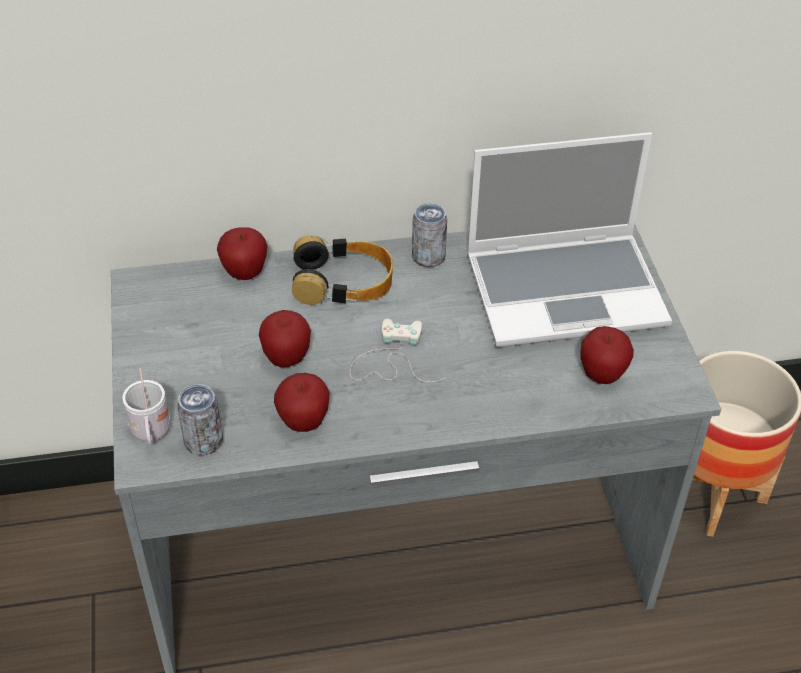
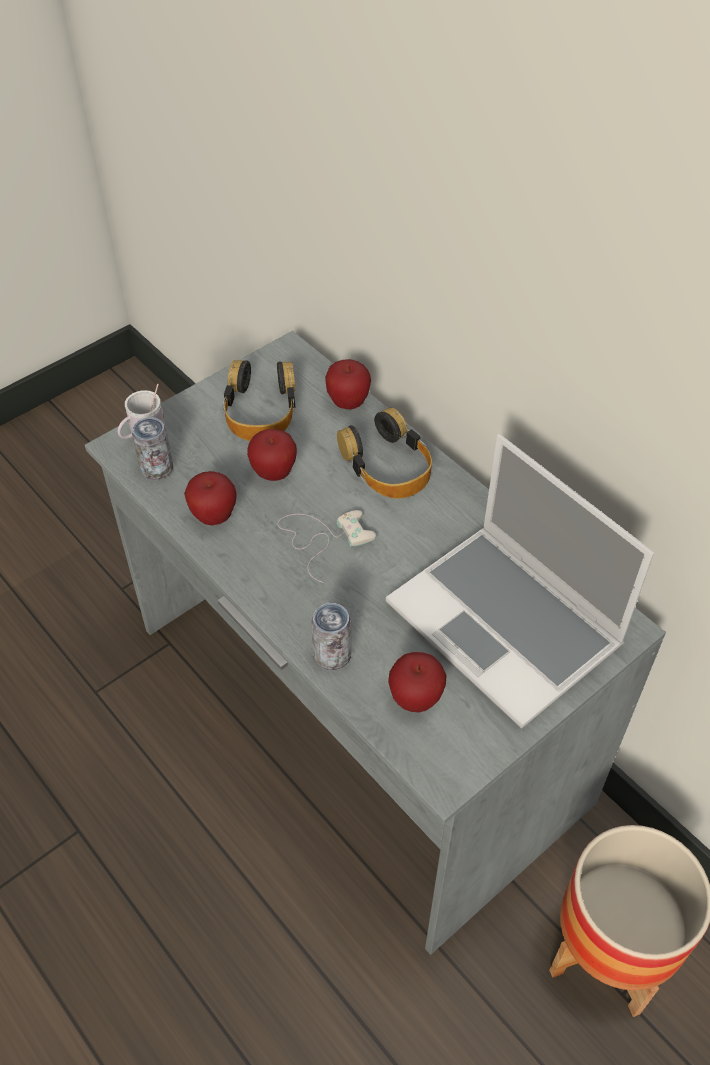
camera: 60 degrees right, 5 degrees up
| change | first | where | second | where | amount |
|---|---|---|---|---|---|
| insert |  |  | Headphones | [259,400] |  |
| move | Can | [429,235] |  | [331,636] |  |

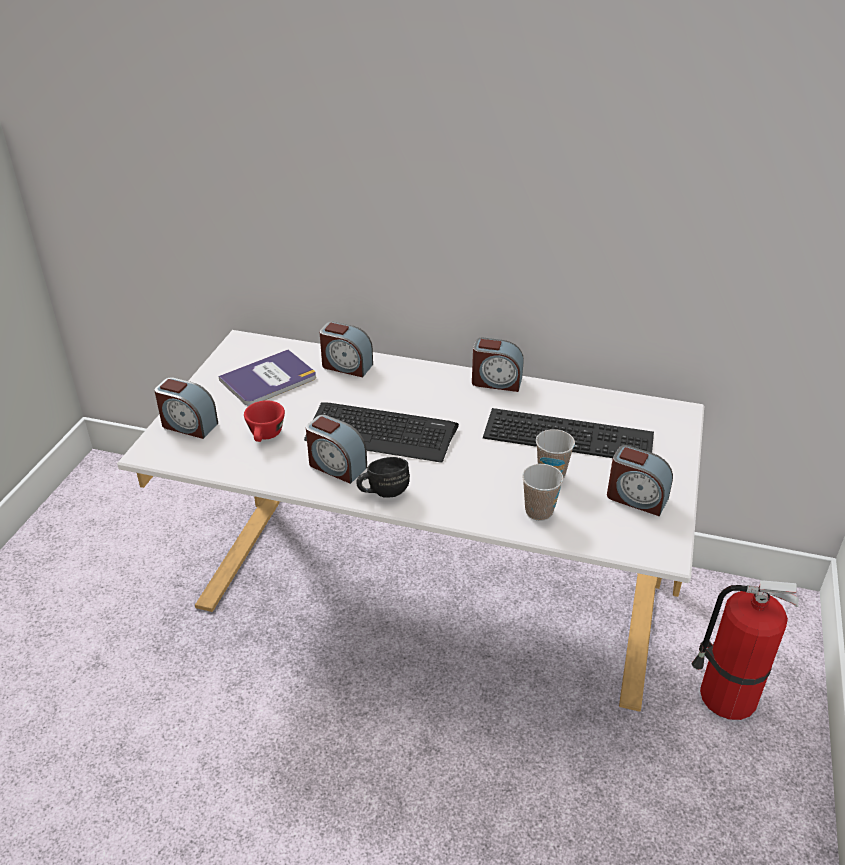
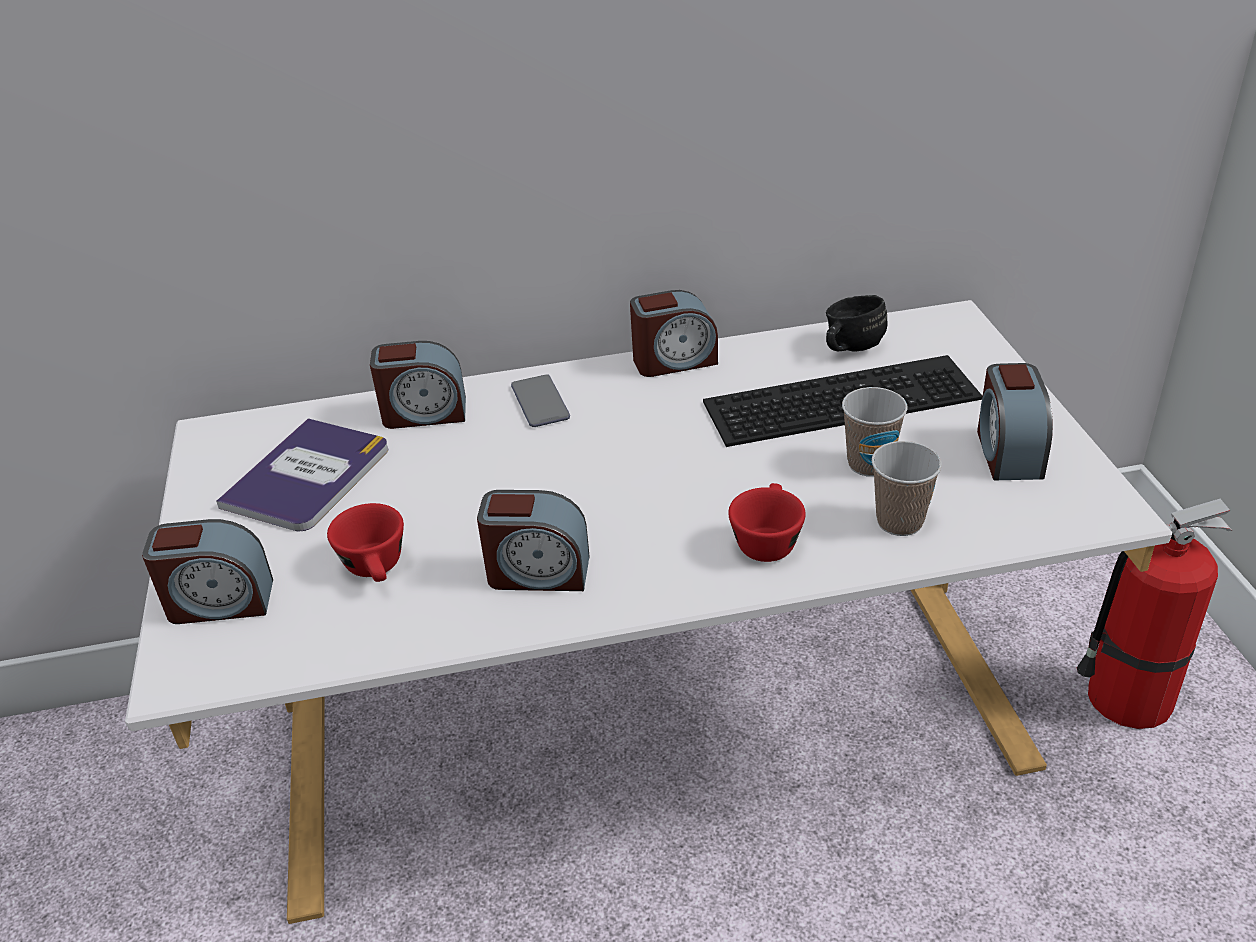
camera: 25 degrees left, 0 degrees up
| change | first | where | second | where | amount |
|---|---|---|---|---|---|
| delete | Keyboard | [381,432] |  |  |  |
| insert |  |  | Phone | [540,400] |  |
| insert |  |  | RedCup | [767,522] |  |
| move | BlackMug | [383,477] |  | [857,323] |  |
| rotate | AlarmClock | [640,480] |  | [1015,421] | 90 degrees clockwise |

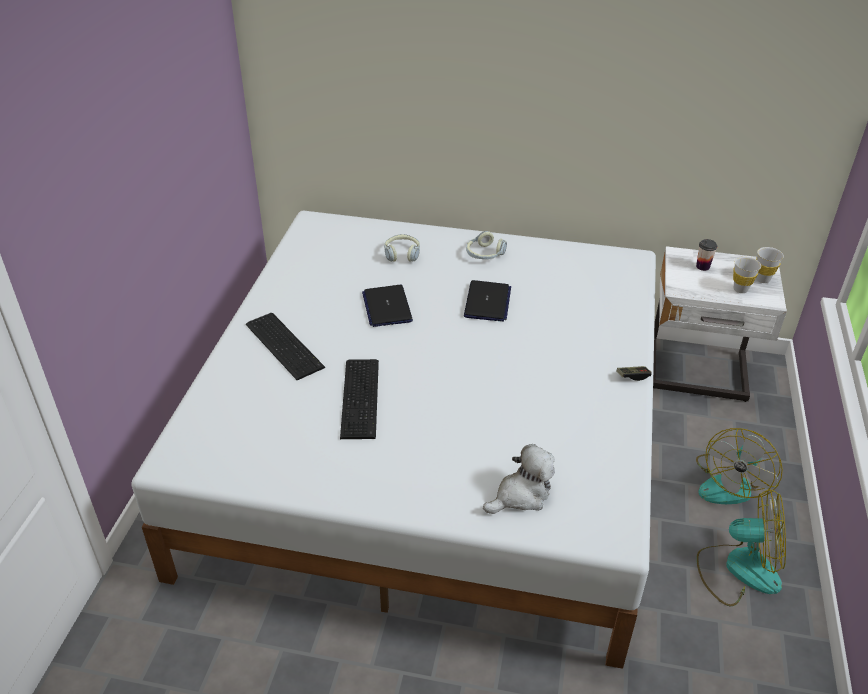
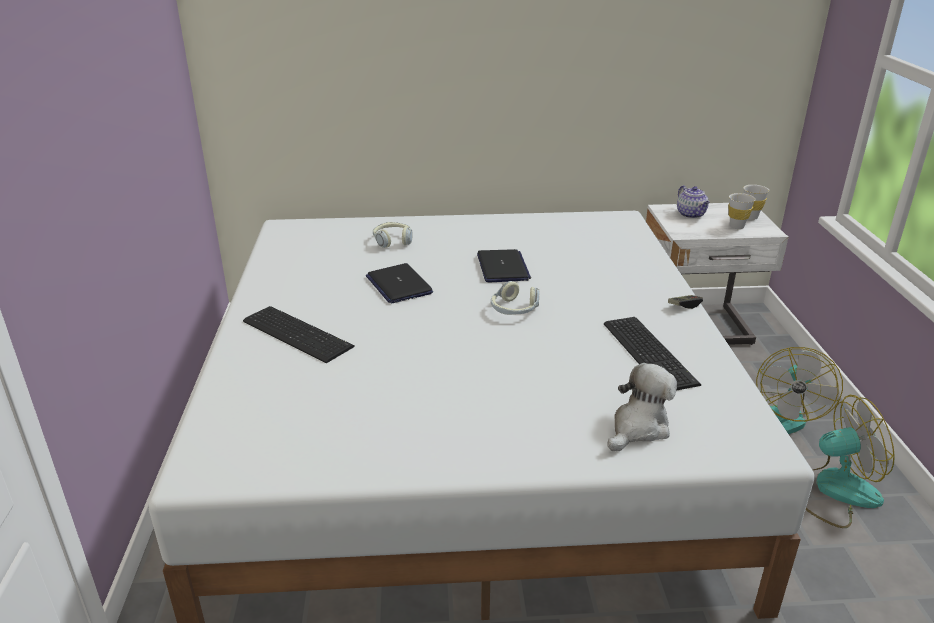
camera: 15 degrees left, 10 degrees down
| change | first | where | second | where | amount |
|---|---|---|---|---|---|
| move | Keyboard | [359,399] |  | [652,354] |  |
| move | Headphones | [486,245] |  | [515,298] |  |
| replace | Cup | [707,255] | Teapot | [693,201] |  |

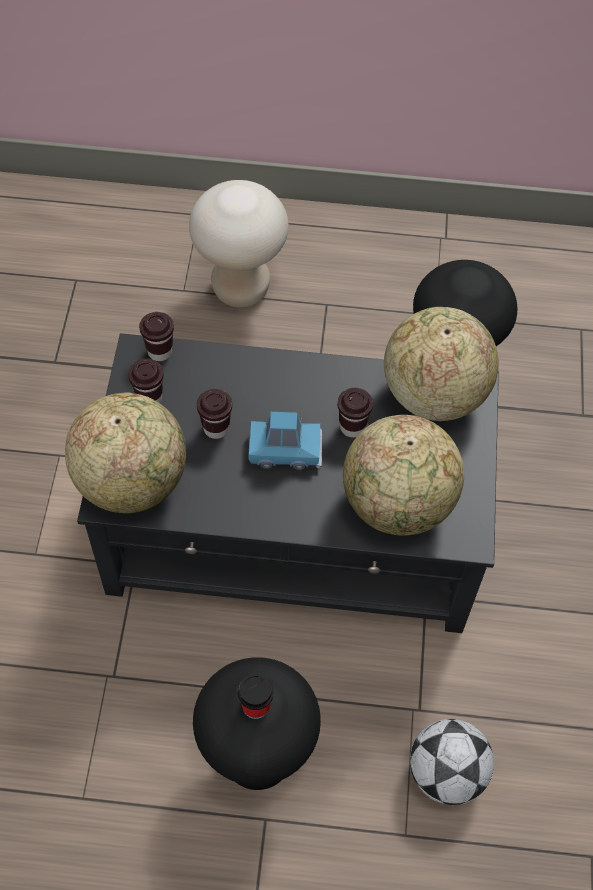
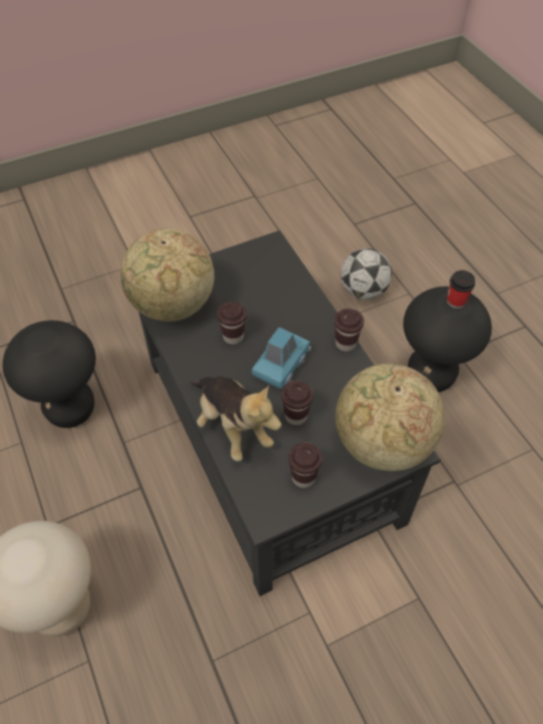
camera: 120 degrees left, 5 degrees down
| change | first | where | second | where | amount |
|---|---|---|---|---|---|
| delete | Globe | [403,475] |  |  |  |
| insert |  |  | PlushToy | [236,419] |  |
| move | BrownCup | [156,336] |  | [349,330] |  |
| rotate | BlueToyCar | [285,441] |  | [281,358] | 60 degrees clockwise |

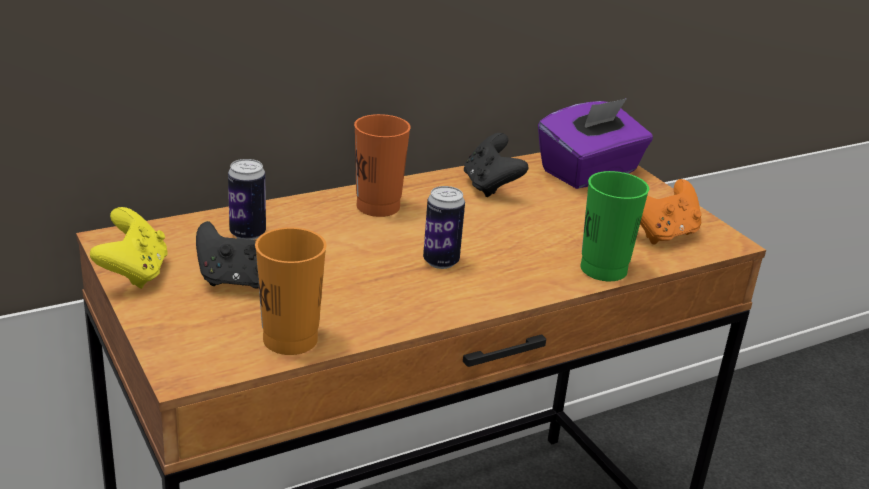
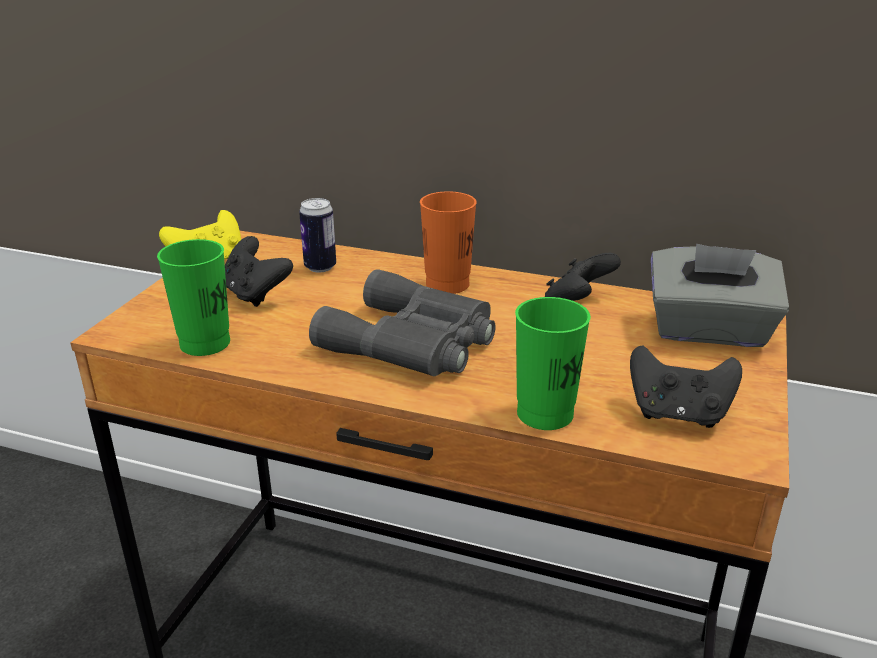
camera: 50 degrees right, 0 degrees up
| change | first | where | second | where | amount |
|---|---|---|---|---|---|
| replace | Can | [444,227] | GreyBinoculars | [402,322] |  |
| recolor | OrangeCup | [291,291] | GreenCup | [193,297] |  |
| recolor | PurpleTissueBox | [595,143] | GreyTissueBox | [720,295] |  |
| recolor | OrangeGameController | [670,211] | BlackGameController | [686,386] |  |

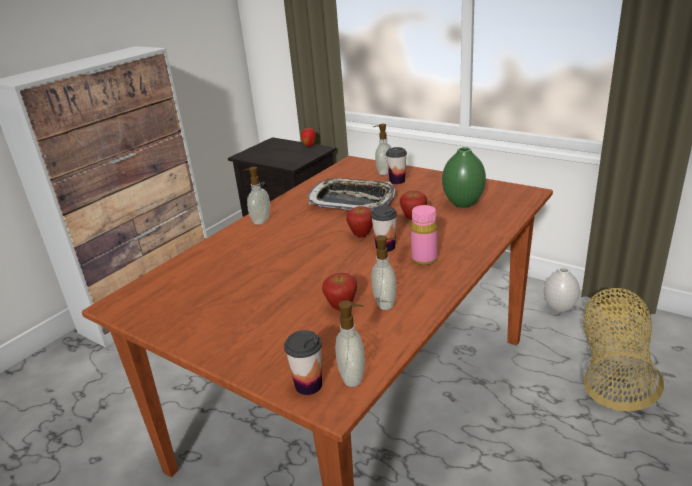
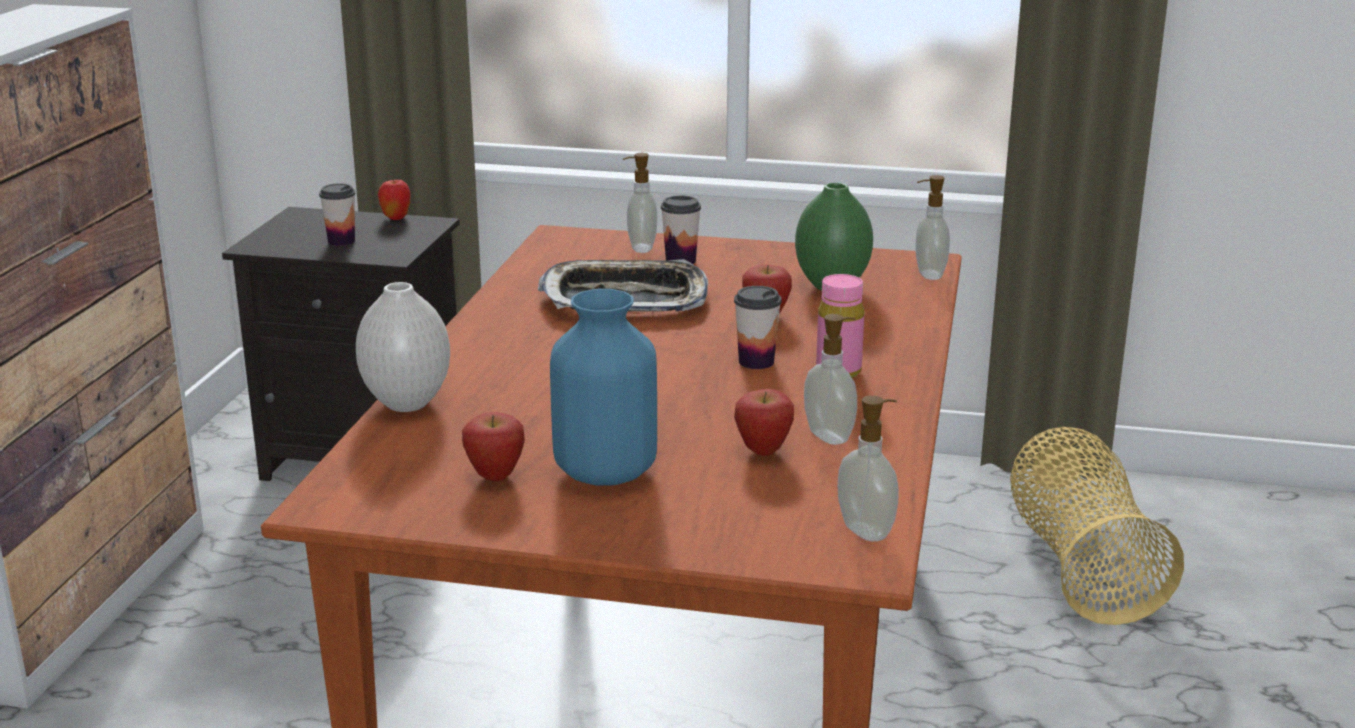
camera: 25 degrees left, 5 degrees down
| change | first | where | second | where | amount |
|---|---|---|---|---|---|
| insert |  |  | BlueVase | [603,387] |  |
| move | SoapDispenser | [256,196] |  | [933,227] |  |
| move | Cup | [303,362] |  | [337,214] |  |
| move | Apple | [359,221] |  | [493,446] |  |
| move | WhiteVase | [562,290] |  | [403,347] |  |

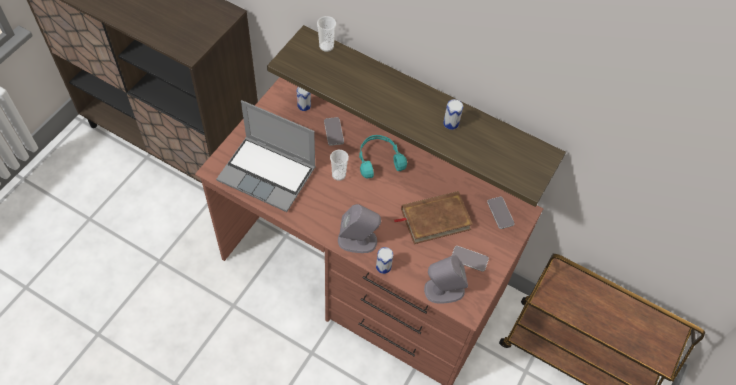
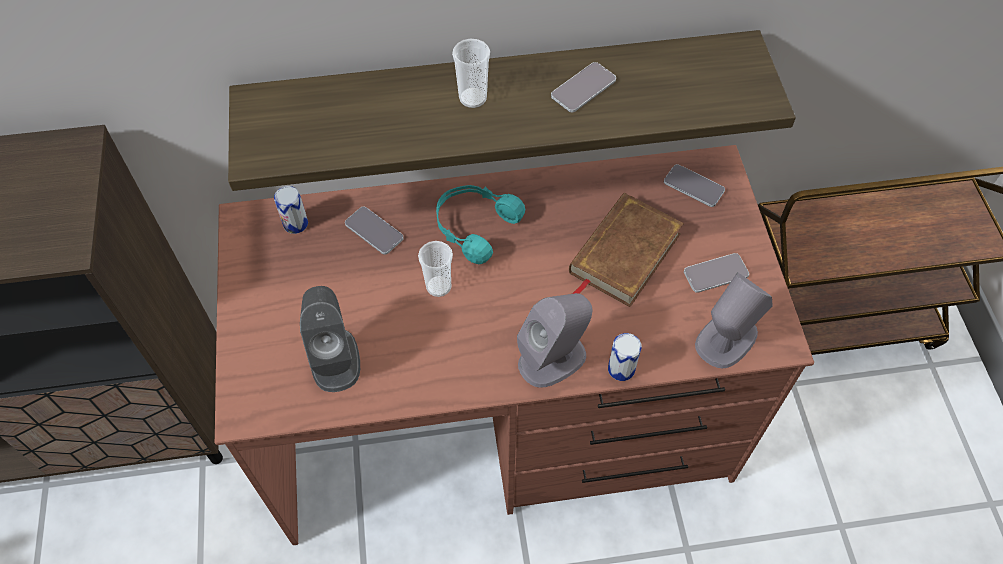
camera: 35 degrees left, 0 degrees up
| change | first | where | second | where | amount |
|---|---|---|---|---|---|
| move | Cup | [326,34] |  | [471,73] |  |
| replace | Laptop | [266,156] | GreySpeaker | [330,339] |  |
| replace | Can | [453,114] | Phone | [583,87] |  |

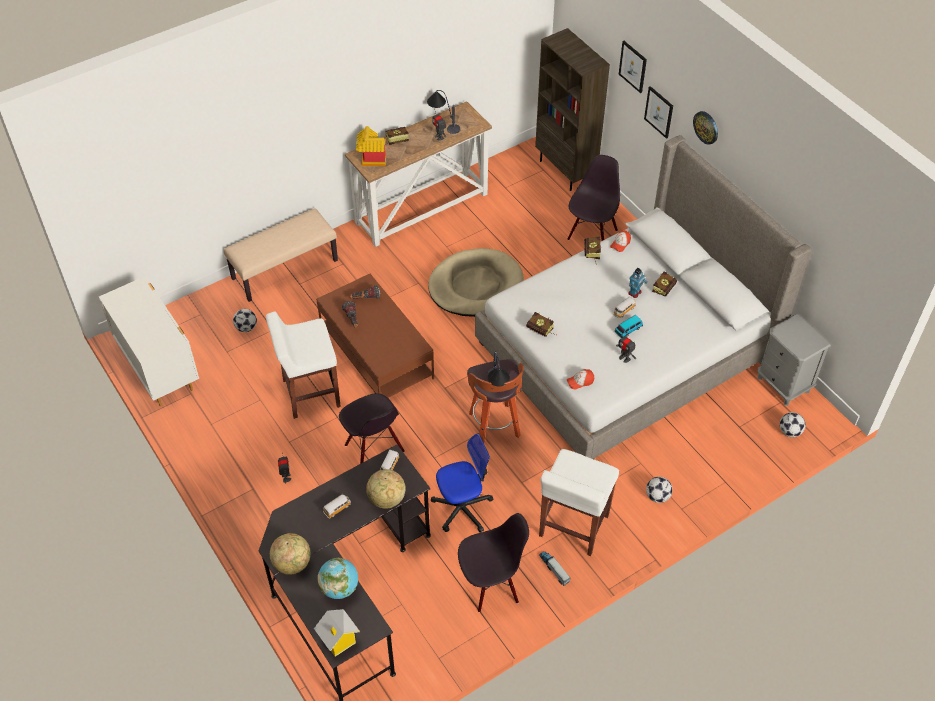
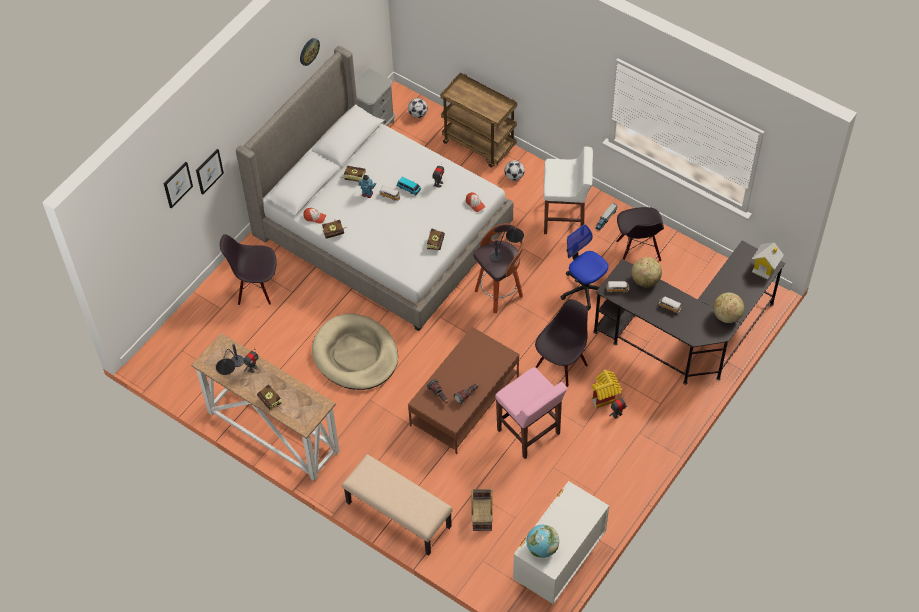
camera: 110 degrees left, 5 degrees up
| change | first | where | second | where | amount |
|---|---|---|---|---|---|
| delete | BrownBookcase | [572,109] |  |  |  |
| insert |  |  | BrownCart | [478,120] |  |
| move | Globe | [337,578] |  | [542,541] |  |
| move | ToyHouse | [371,146] |  | [607,389] |  |
| move | WallClock | [705,128] |  | [310,52] |  |
| replace | Football | [245,320] | Basket | [482,510] |  |
| recolor | WhiteStool | [303,365] | PinkStool | [531,413] |  |
| rotate | BlackChair | [493,562] |  | [640,234] | 150 degrees counterclockwise |

